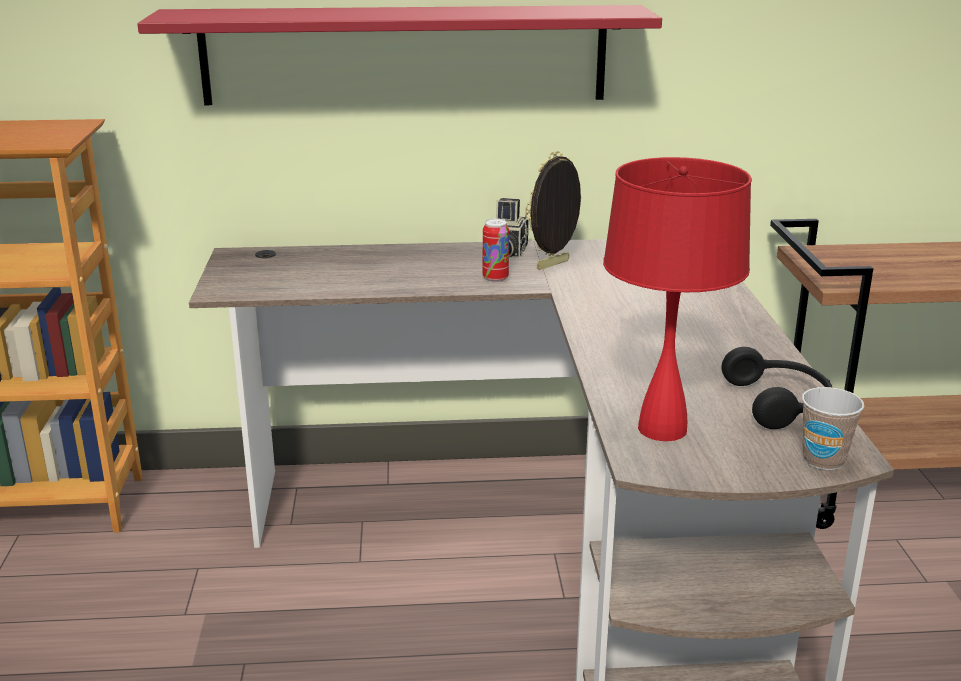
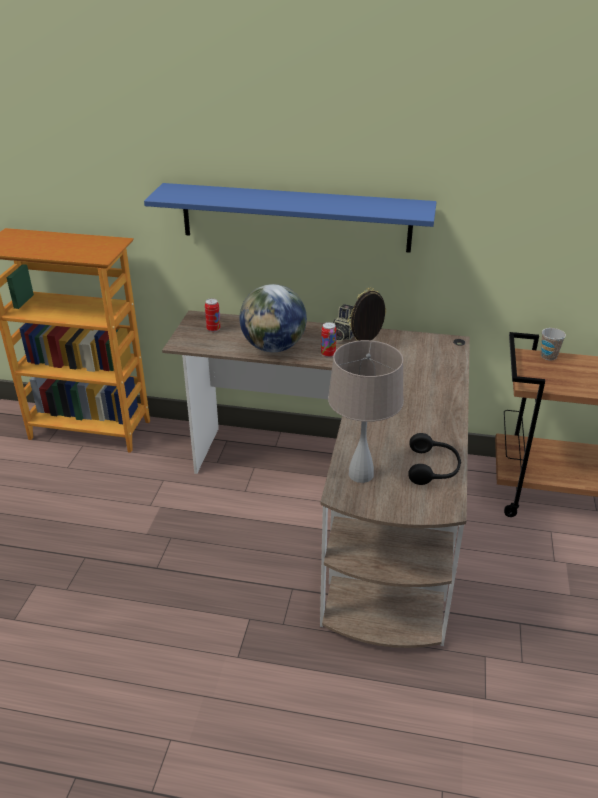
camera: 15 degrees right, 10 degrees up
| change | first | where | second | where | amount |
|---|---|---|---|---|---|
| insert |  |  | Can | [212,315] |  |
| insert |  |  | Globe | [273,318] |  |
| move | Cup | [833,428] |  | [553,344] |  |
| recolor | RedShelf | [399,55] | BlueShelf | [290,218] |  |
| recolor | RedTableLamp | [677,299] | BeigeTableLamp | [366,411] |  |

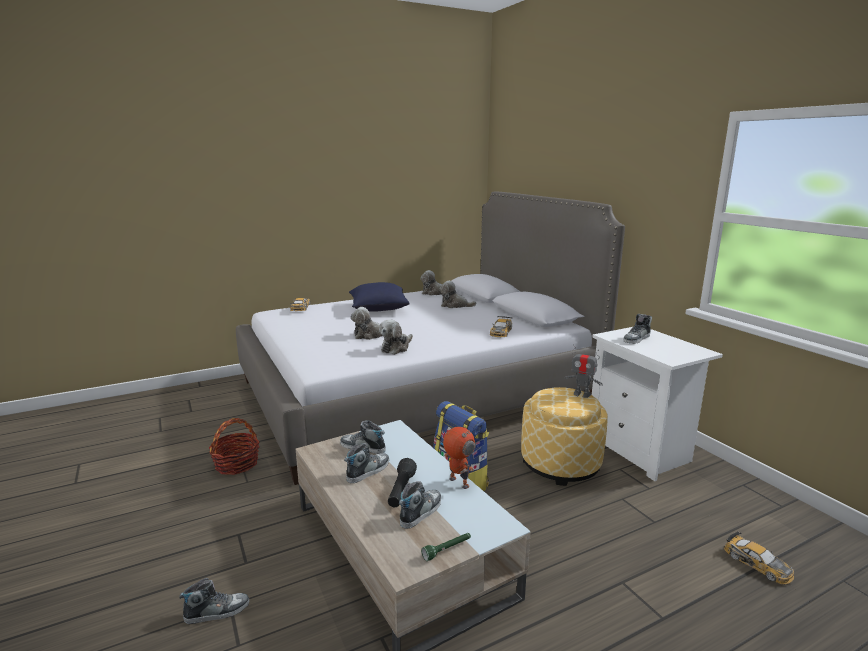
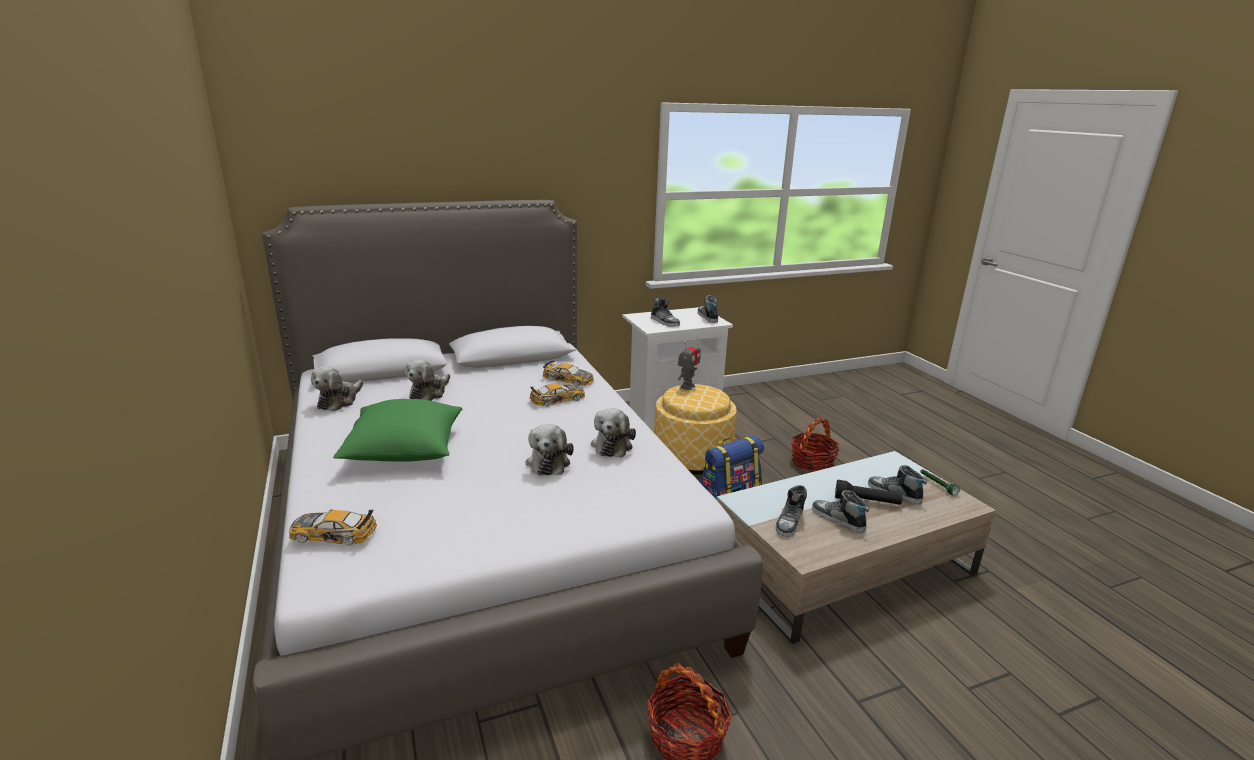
camera: 85 degrees left, 5 degrees up
| change | first | where | second | where | amount |
|---|---|---|---|---|---|
| delete | ToyRobot | [459,458] |  |  |  |
| insert |  |  | Basket | [815,445] |  |
| move | Shoe | [215,601] |  | [708,309] |  |
| move | ToyCar | [759,558] |  | [557,394] |  |
| recolor | BluePillow | [379,296] | GreenPillow | [397,430] |  |
| rotate | PlushToy | [396,337] |  | [613,432] | 60 degrees clockwise |

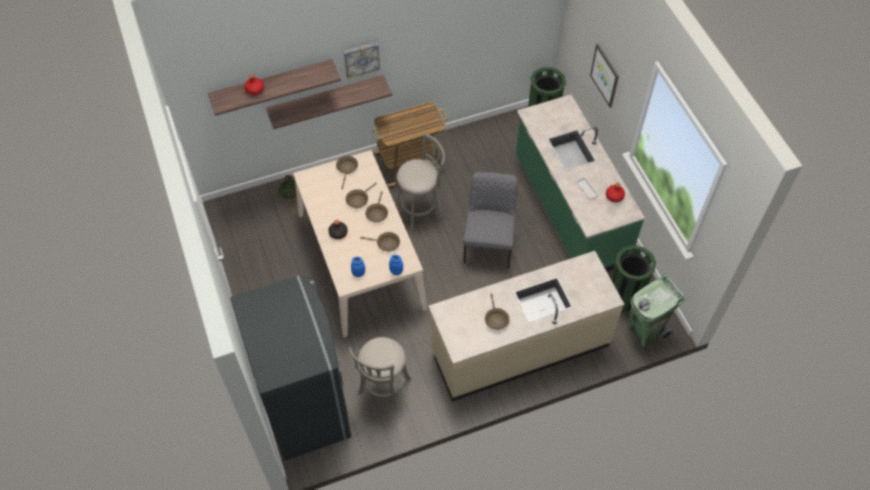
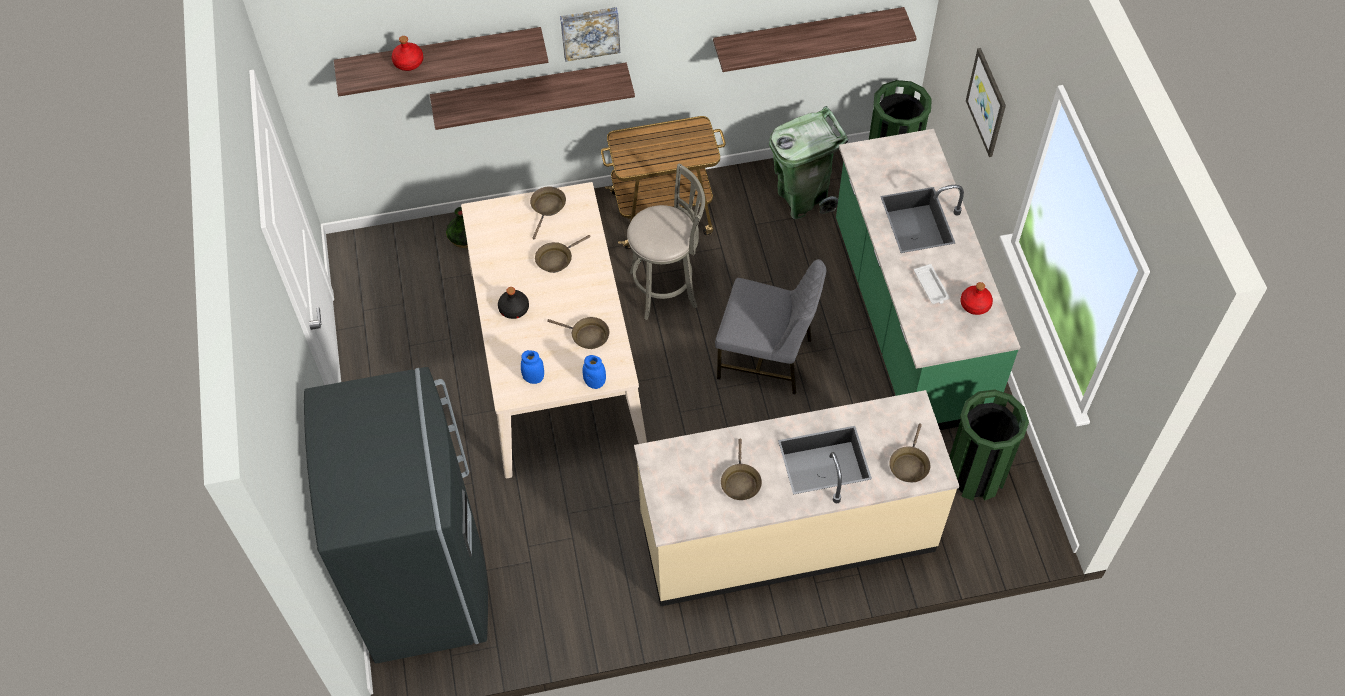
camera: 10 degrees right, 0 degrees up
| change | first | where | second | where | amount |
|---|---|---|---|---|---|
| delete | GreyStool | [379,373] |  |  |  |
| insert |  |  | Shelf | [815,39] |  |
| move | BrownFryingPan | [376,207] |  | [909,453] |  |
| move | GreenTrashCan | [657,310] |  | [808,162] |  |
| rotate | GreyChair | [490,220] |  | [770,327] | 90 degrees clockwise |

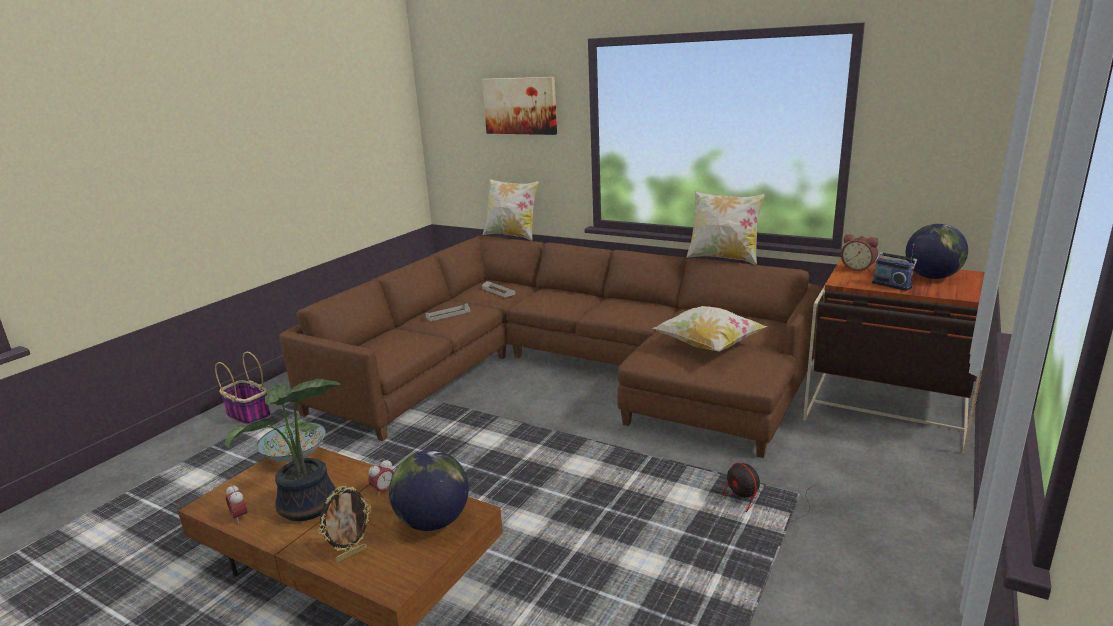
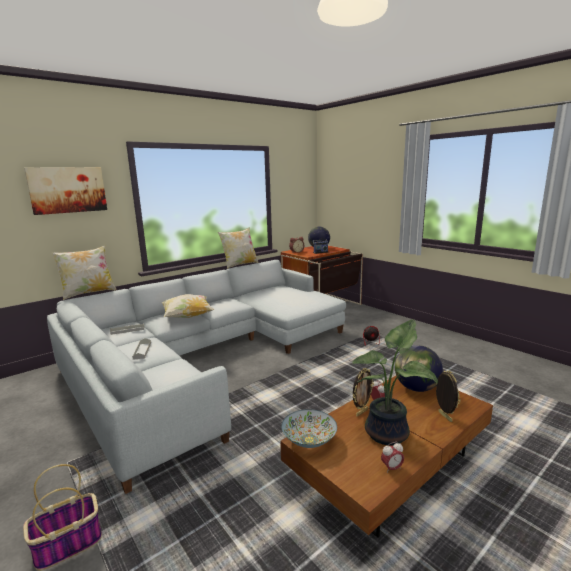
camera: 70 degrees left, 5 degrees down
| change | first | where | second | where | amount |
|---|---|---|---|---|---|
| insert |  |  | PictureFrame | [363,392] |  |
| move | Pillow | [710,329] |  | [188,306] |  |
| recolor | BrownSofa | [550,346] | GreySofa | [196,377] |  |

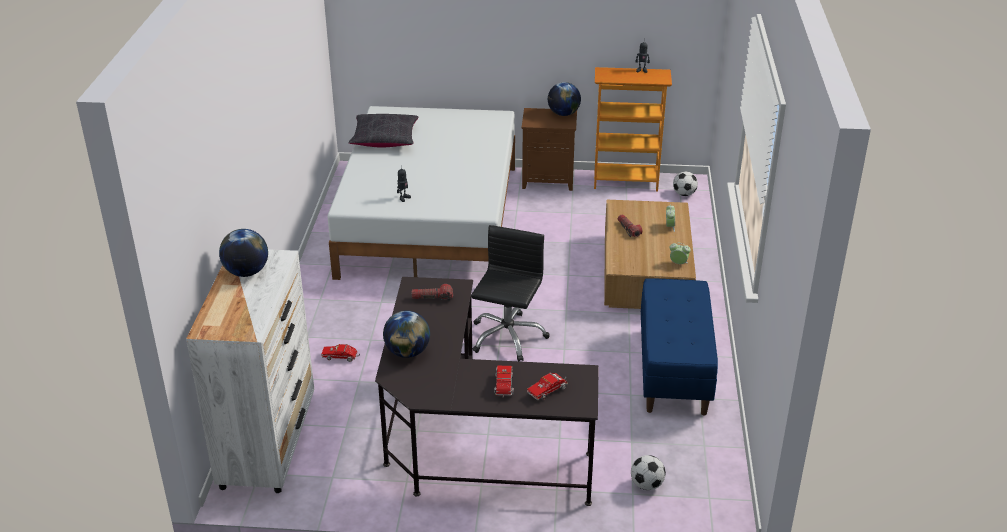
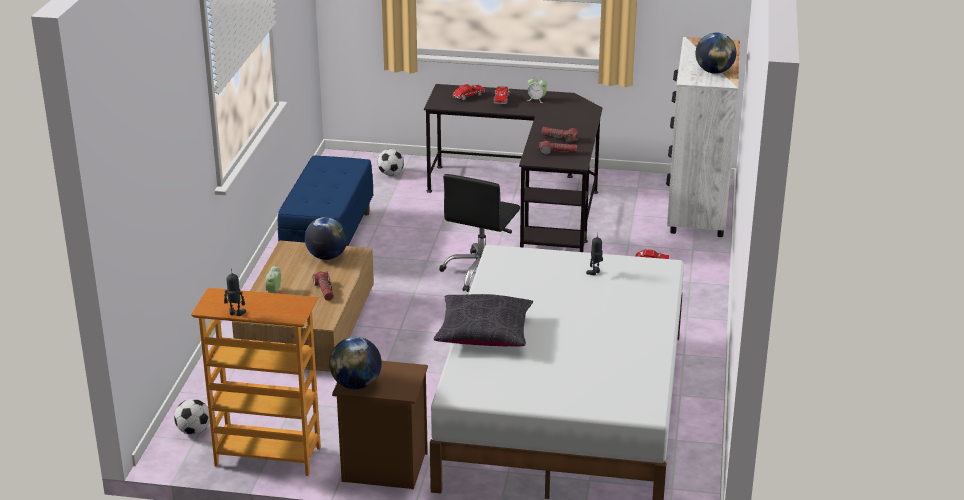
camera: 175 degrees left, 5 degrees down
| change | first | where | second | where | amount |
|---|---|---|---|---|---|
| insert |  |  | Flashlight | [560,135] |  |
| move | BlackPillow | [384,131] |  | [483,320] |  |
| move | Globe | [406,334] |  | [326,238] |  |
| move | AlarmClock | [680,253] |  | [537,89] |  |

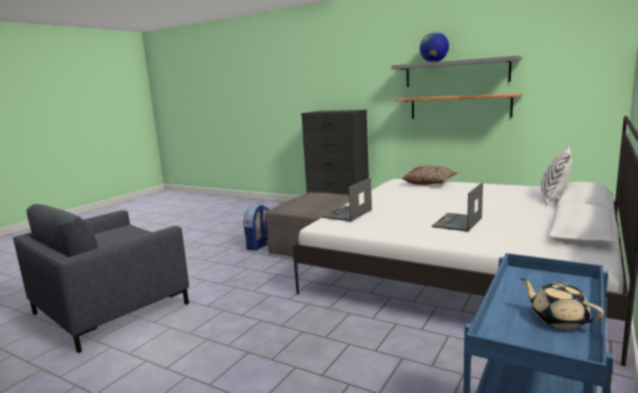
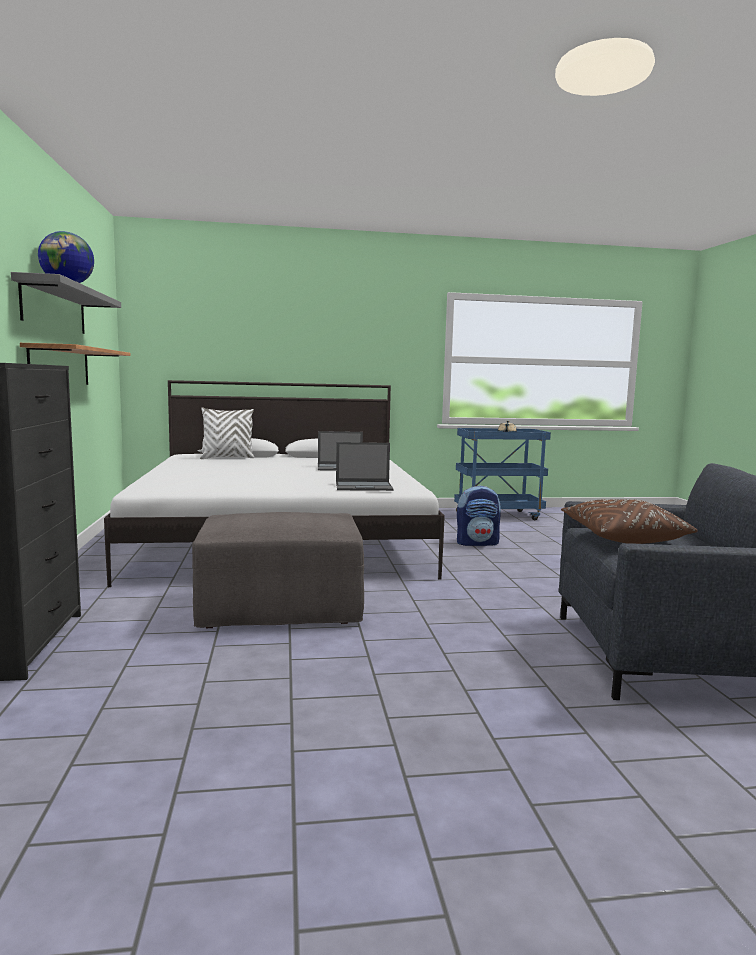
camera: 130 degrees left, 5 degrees down
| change | first | where | second | where | amount |
|---|---|---|---|---|---|
| move | Backpack | [256,227] |  | [479,516] |  |
| move | BrownPillow | [430,175] |  | [629,521] |  |

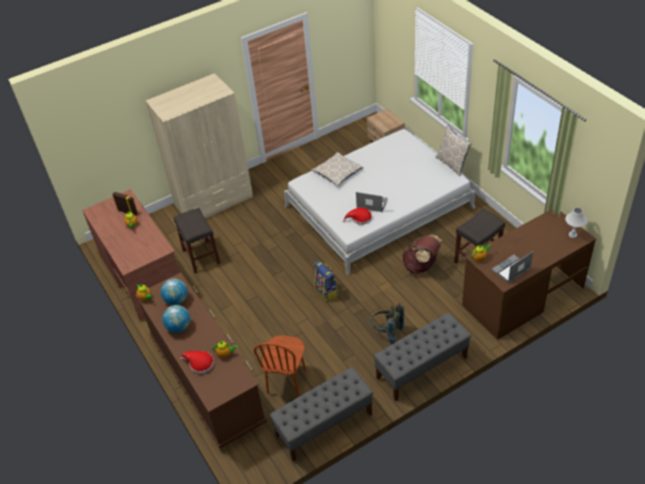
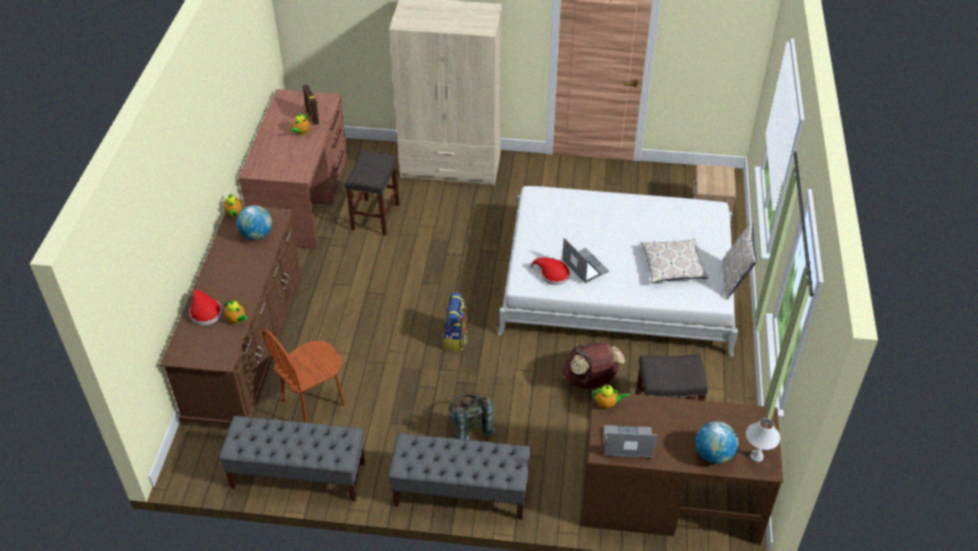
camera: 35 degrees right, 0 degrees up
| change | first | where | second | where | amount |
|---|---|---|---|---|---|
| move | Globe | [176,319] |  | [717,442] |  |
| move | Pillow | [337,169] |  | [674,261] |  |

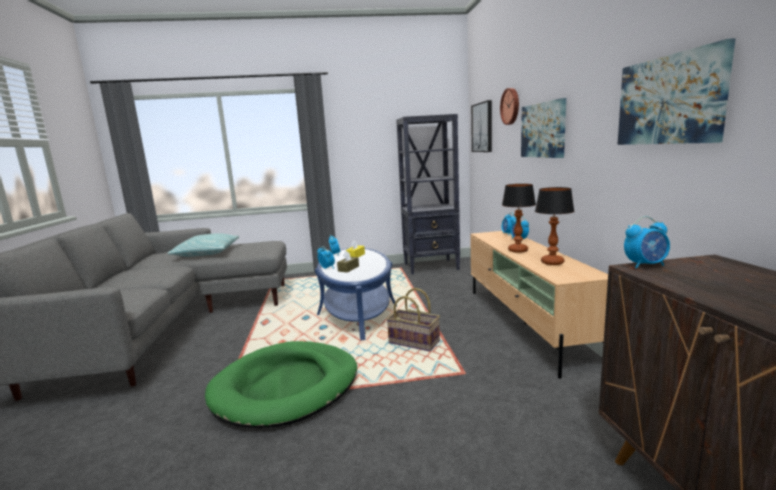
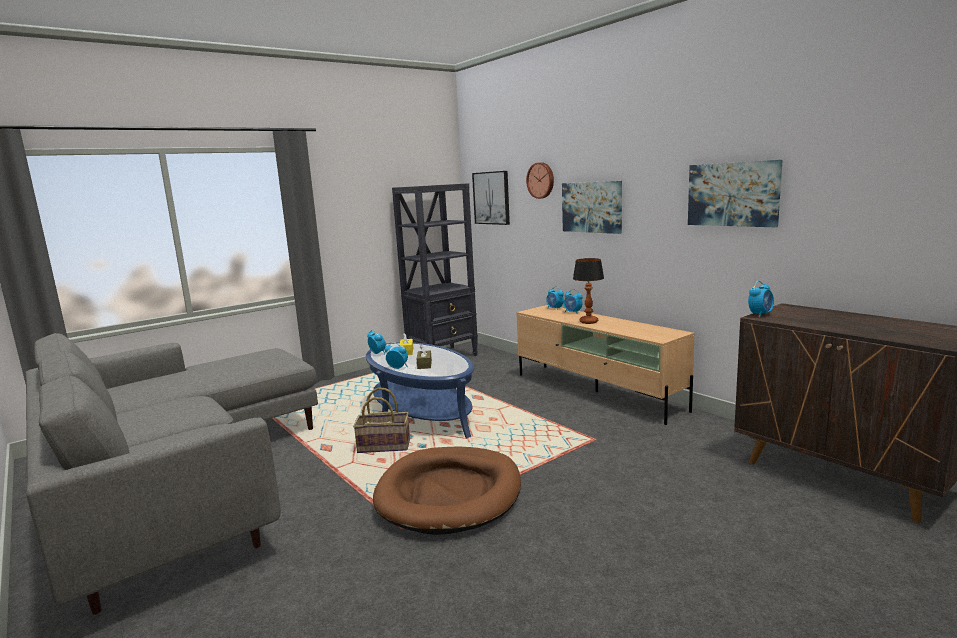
camera: 30 degrees left, 0 degrees up
| change | first | where | second | where | amount |
|---|---|---|---|---|---|
| delete | Pillow | [203,245] |  |  |  |
| delete | TableLamp | [554,226] |  |  |  |
| move | Basket | [413,319] |  | [381,420] |  |
| recolor | GreenDogBed | [281,384] | BrownDogBed | [447,490] |  |

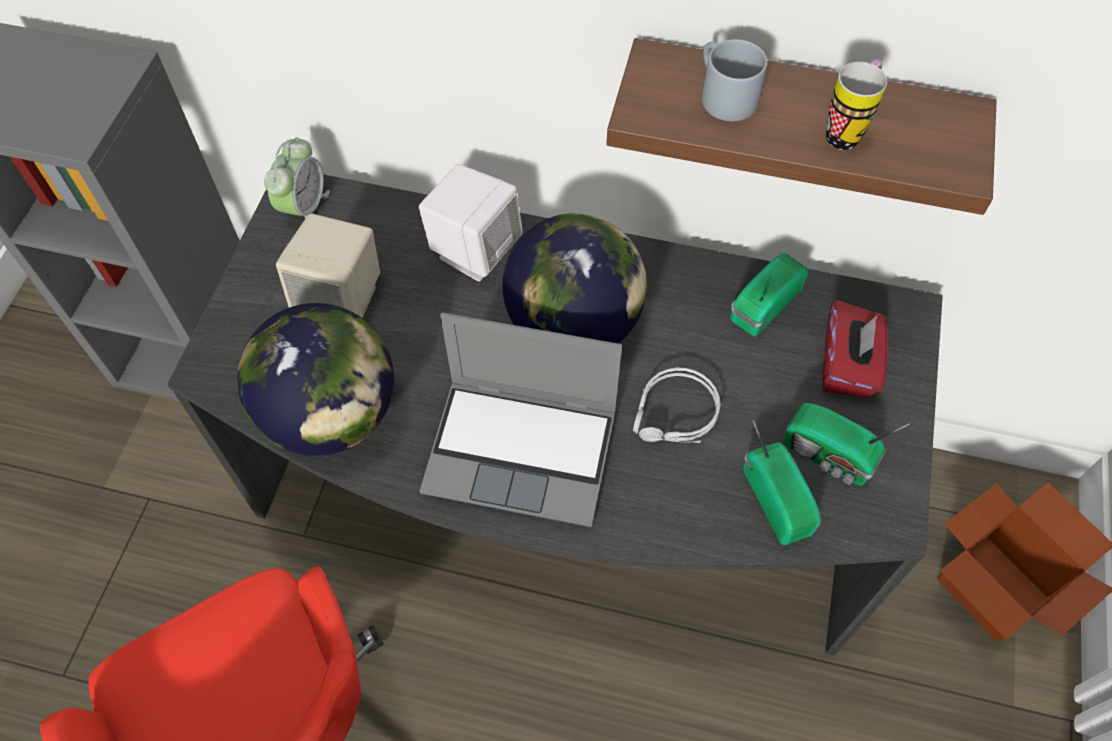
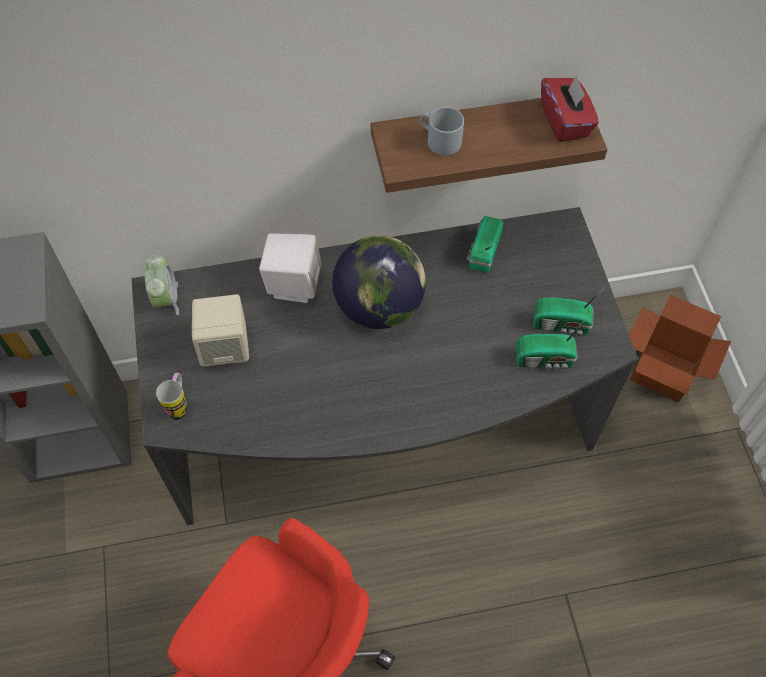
camera: 25 degrees left, 0 degrees up
| change | first | where | second | where | amount |
|---|---|---|---|---|---|
| delete | Globe | [315,379] |  |  |  |
| delete | Laptop | [521,419] |  |  |  |
| delete | GreyHeadphones | [677,405] |  |  |  |
| move | RedTissueBox | [855,349] |  | [570,108] |  |
| move | Mug | [856,104] |  | [171,396] |  |
| rotate | Radio | [782,482] |  | [550,344] | 135 degrees clockwise |

